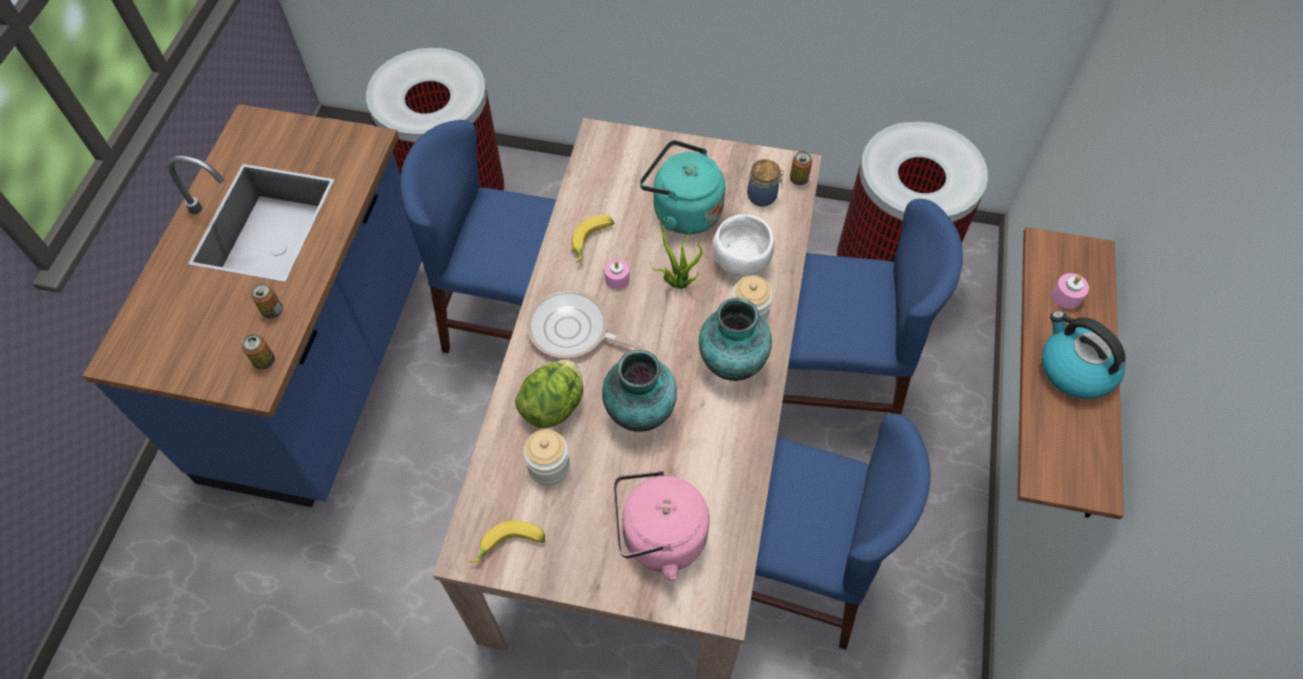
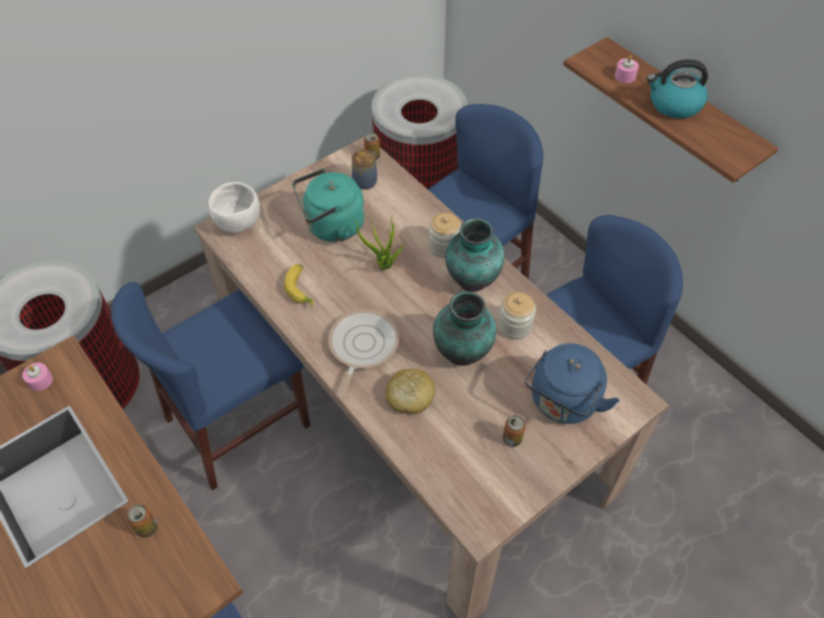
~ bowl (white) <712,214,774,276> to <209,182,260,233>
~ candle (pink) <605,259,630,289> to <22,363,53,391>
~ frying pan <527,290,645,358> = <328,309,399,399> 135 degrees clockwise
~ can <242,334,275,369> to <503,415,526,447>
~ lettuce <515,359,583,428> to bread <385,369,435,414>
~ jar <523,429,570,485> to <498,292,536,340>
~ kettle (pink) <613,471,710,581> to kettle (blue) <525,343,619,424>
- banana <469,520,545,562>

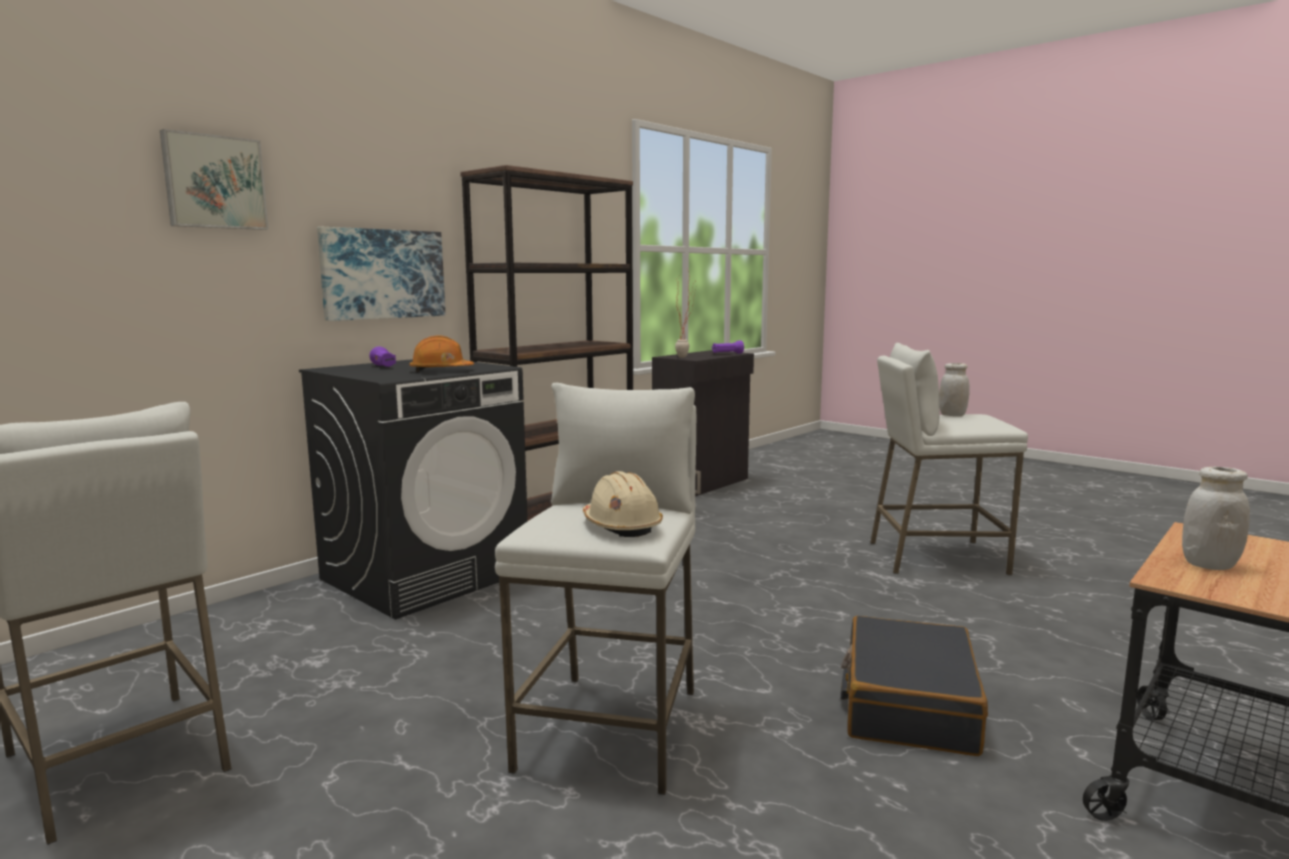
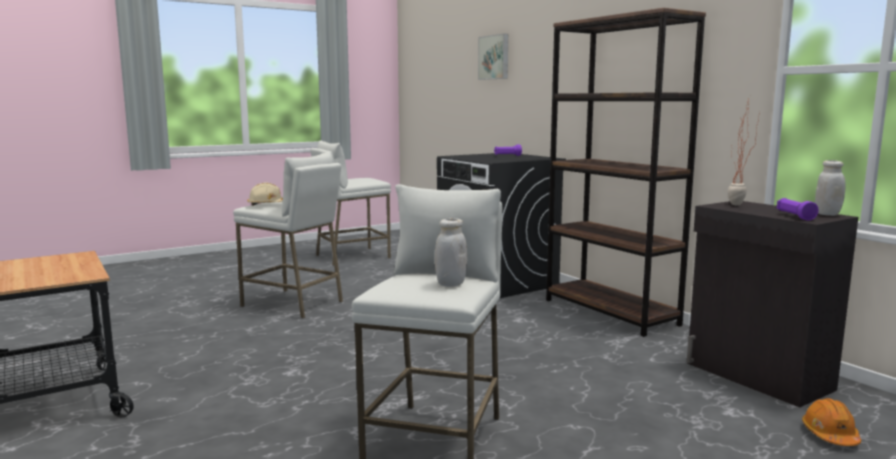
- picture <317,227,445,321>
~ hard hat (orange) <409,336,474,372> to <802,398,861,446>
~ jar (white) <1182,467,1250,570> to <815,160,846,216>
- suitcase (black) <841,616,988,756>

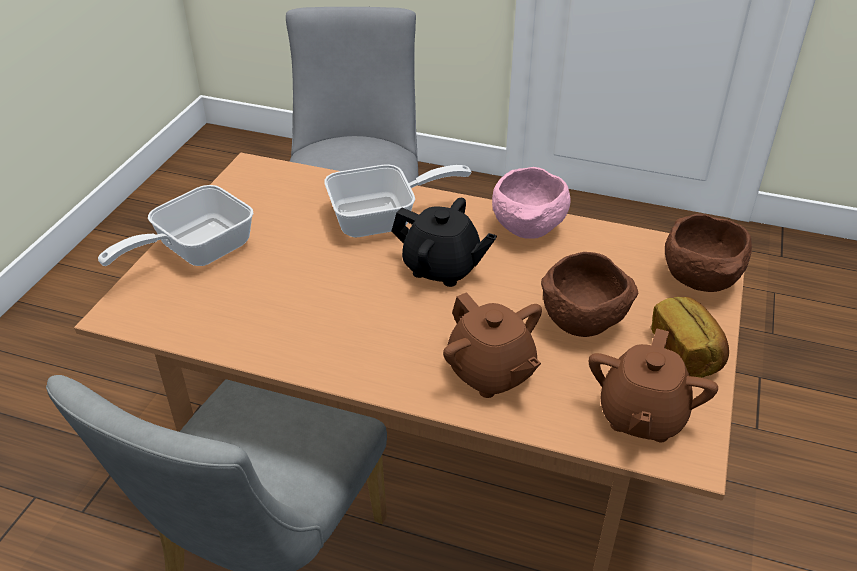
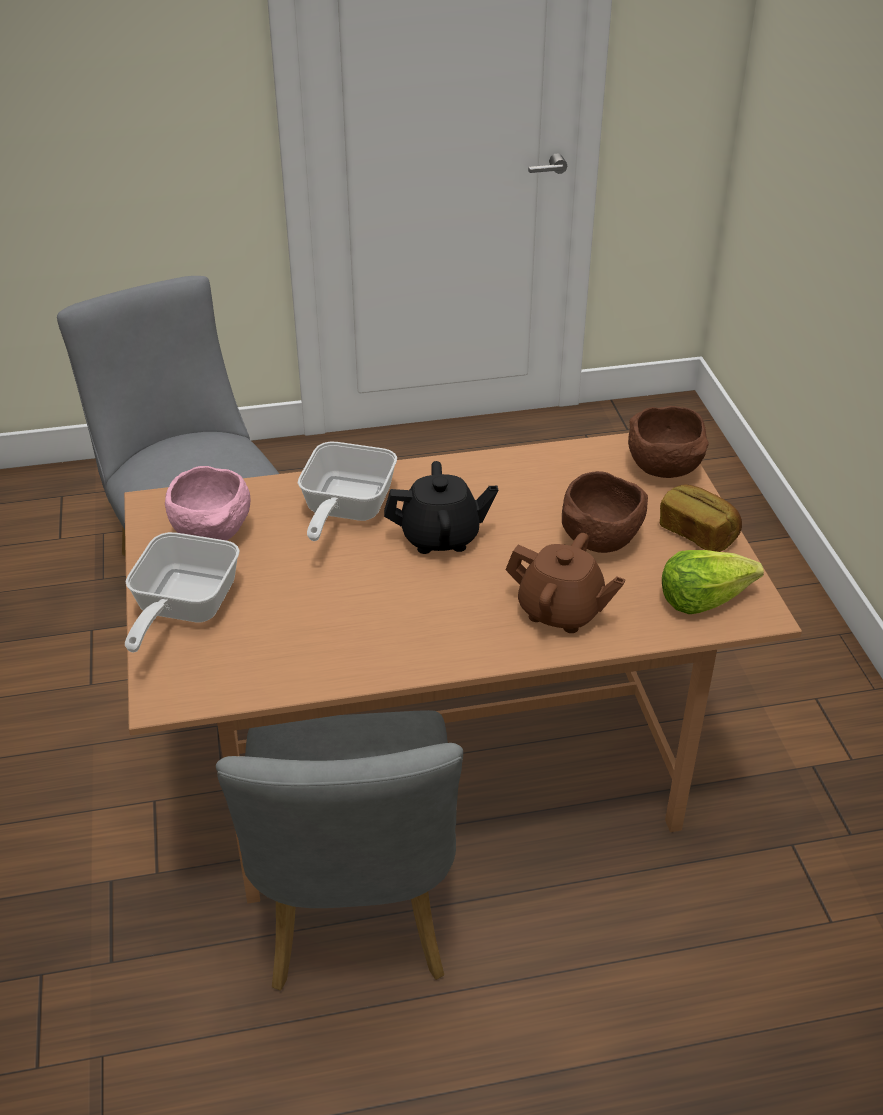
~ frying pan <324,164,471,237> = <298,442,397,541> 150 degrees clockwise
~ bowl (pink) <492,167,570,239> to <165,466,250,541>
~ teapot (brown) <589,328,718,442> to lettuce <662,550,764,614>

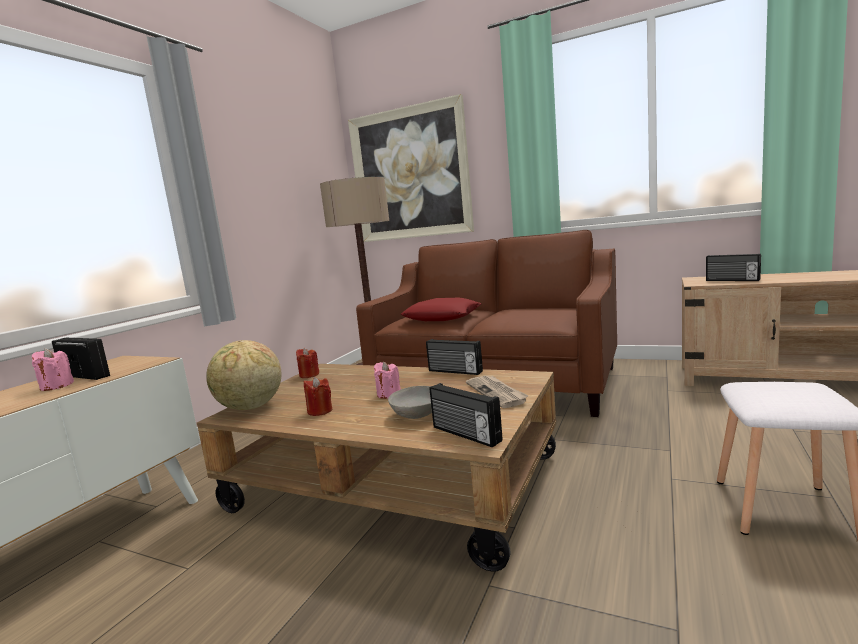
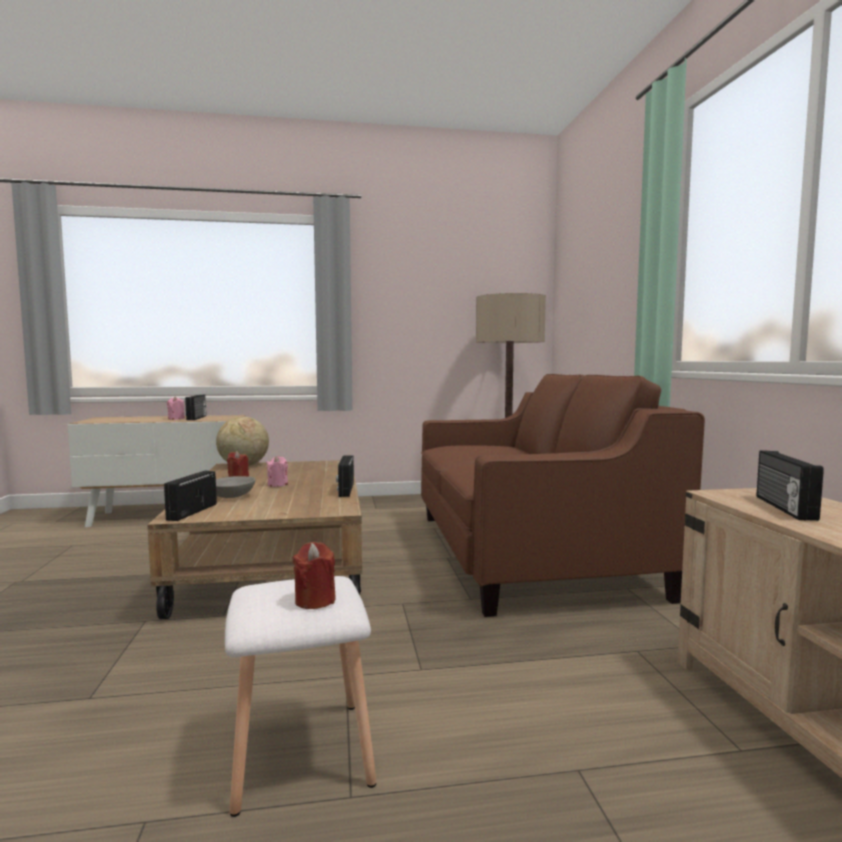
- picture <348,94,474,242>
- pillow (red) <400,298,481,321>
~ candle (red) <296,348,319,378> to <293,542,336,609>
- newspaper <466,376,529,408>

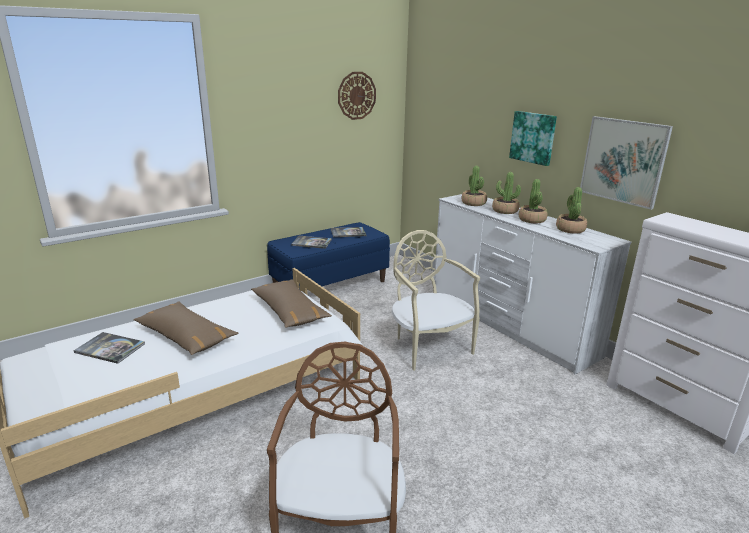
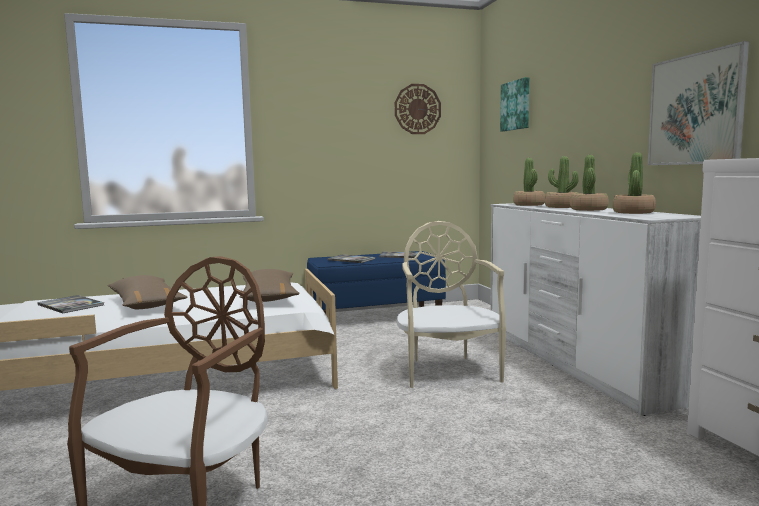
~ picture <509,111,557,166> to <500,77,529,131>

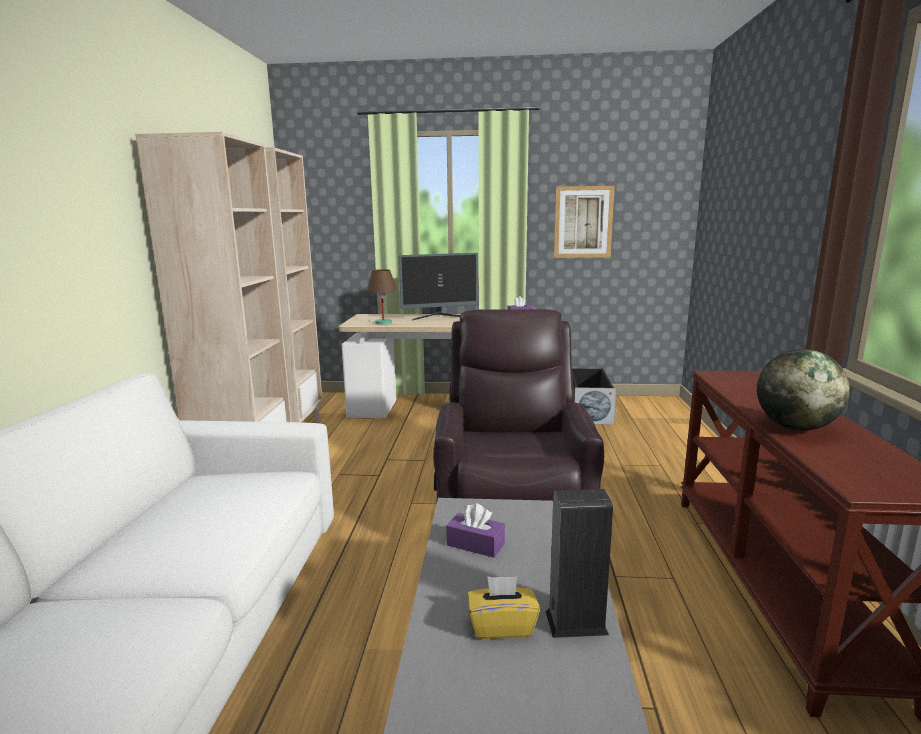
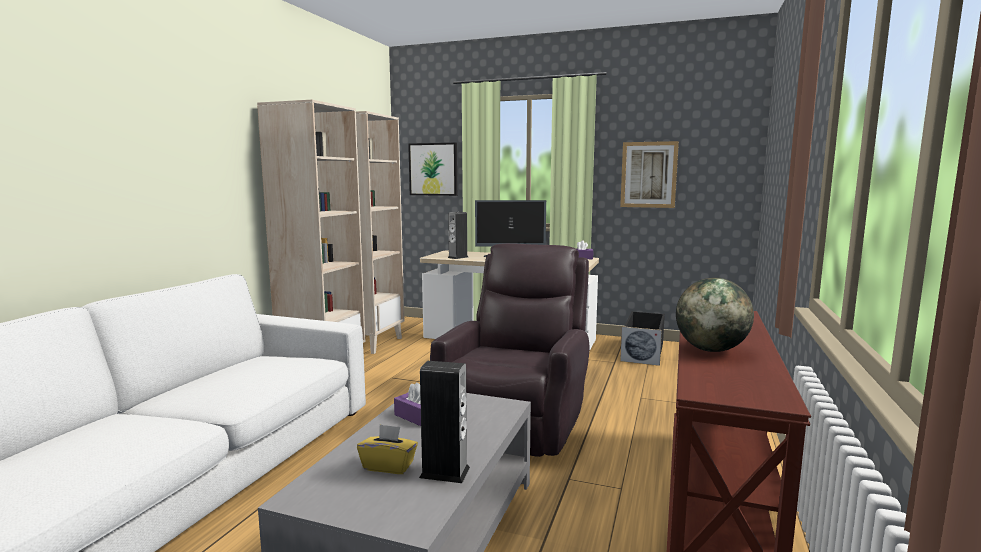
~ table lamp (brown) <367,269,397,325> to speaker <448,212,468,259>
+ picture <408,143,457,196>

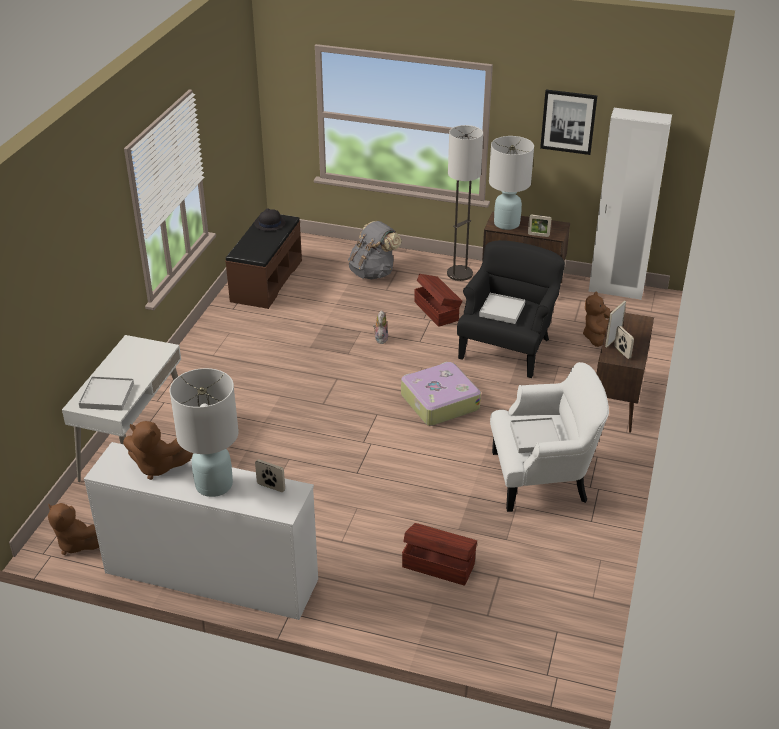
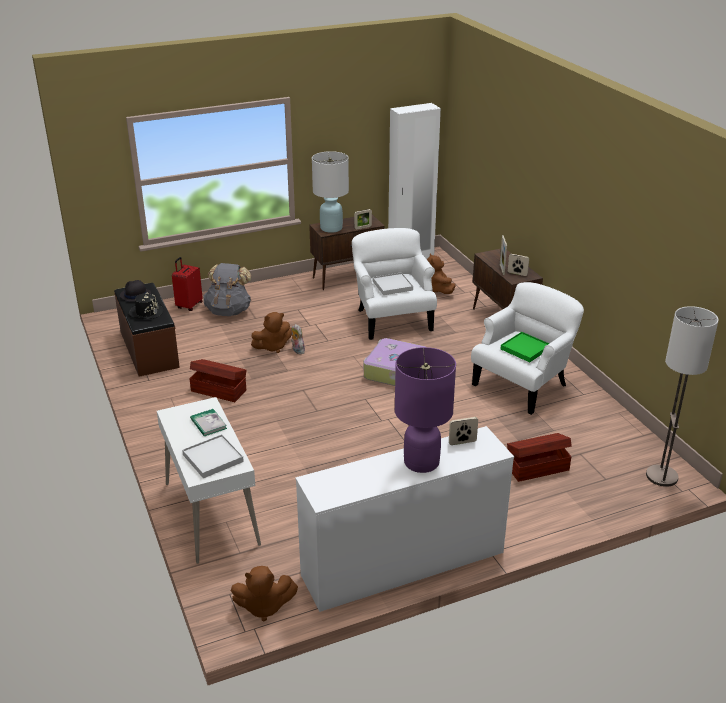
- picture <540,90,597,155>
~ floor lamp <447,125,483,281> to <646,306,719,487>
~ armchair (black) <457,240,565,378> to armchair (white) <352,228,437,340>
~ storage box (brown) <414,274,462,327> to <189,359,247,402>
~ table lamp (white) <170,368,239,497> to table lamp (purple) <394,347,456,473>
~ tray (white) <510,417,560,453> to tray (green) <501,332,549,362>
~ plush toy (brown) <123,421,193,480> to <251,312,292,353>
+ suitcase (red) <172,257,203,311>
+ hat (black) <129,293,164,319>
+ book <190,409,227,437>

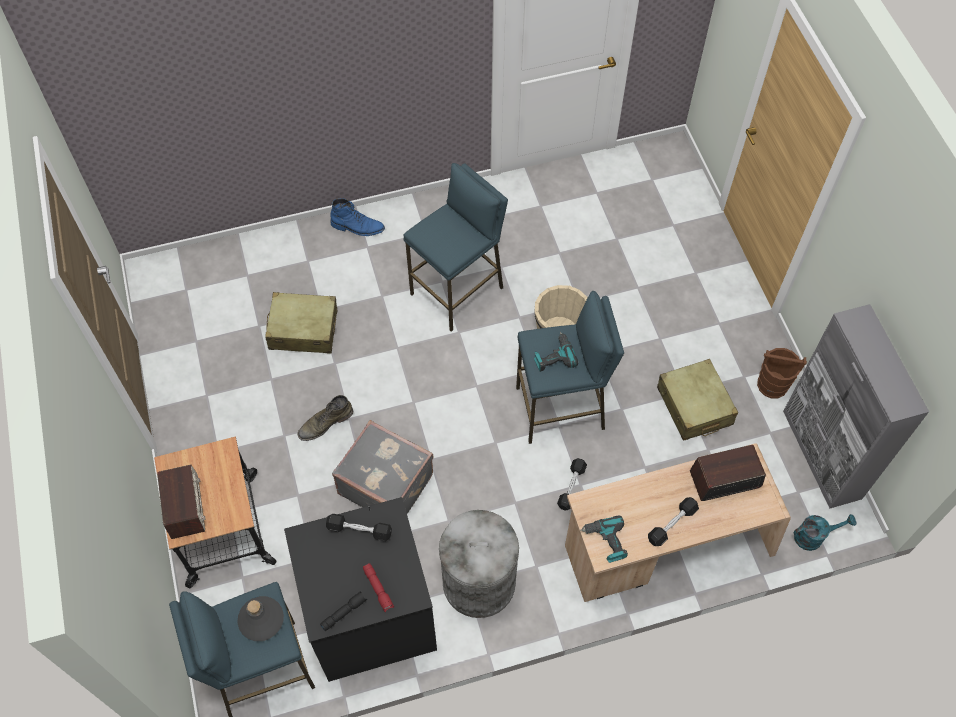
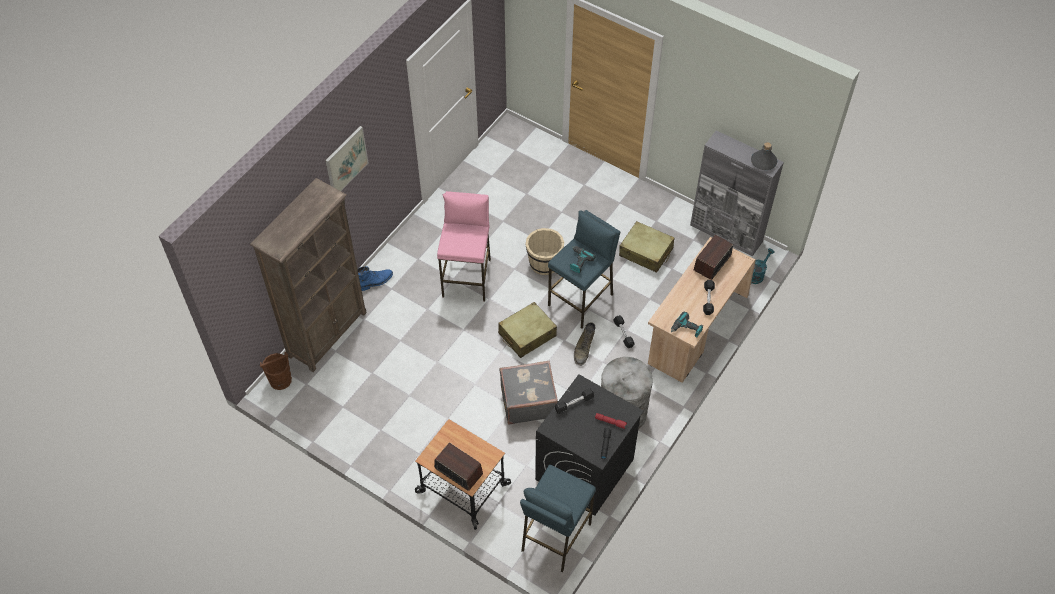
~ stool (blue) <403,163,508,332> to stool (pink) <437,191,491,301>
~ suitcase (beige) <265,292,337,354> to <498,302,557,358>
~ bucket (brown) <757,348,807,398> to <260,352,292,390>
~ boot (green) <297,395,353,441> to <574,322,596,366>
~ bottle (grey) <237,596,284,641> to <751,142,777,170>
+ picture <325,126,369,191>
+ bookcase (brown) <250,178,367,372>

